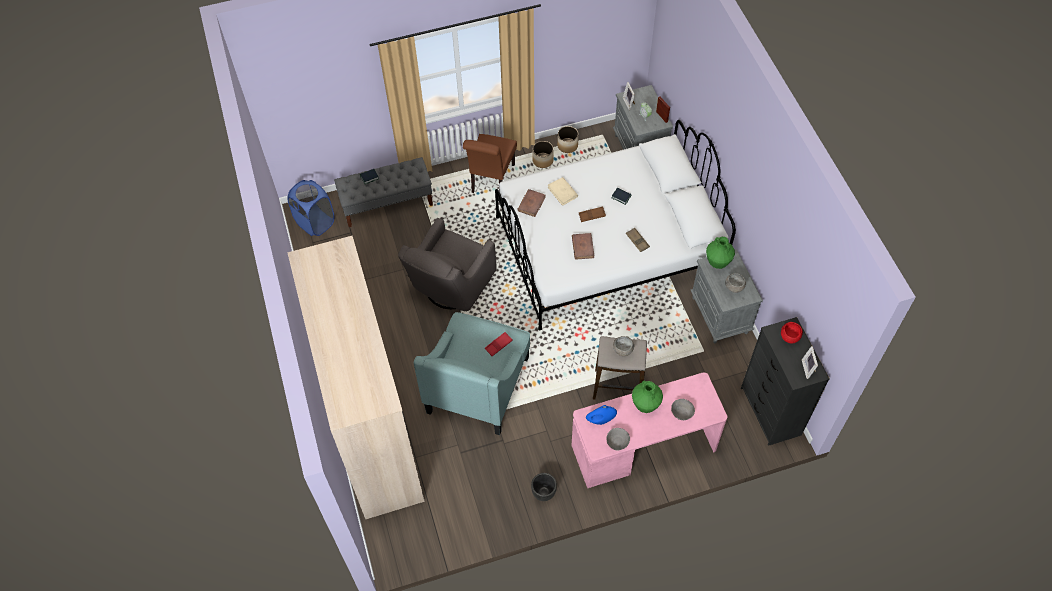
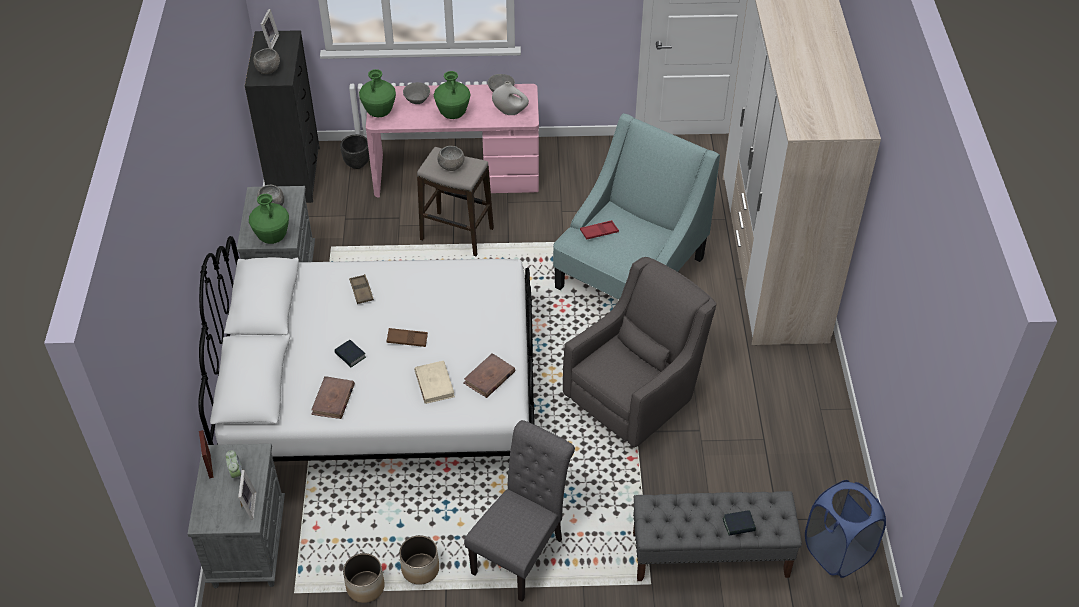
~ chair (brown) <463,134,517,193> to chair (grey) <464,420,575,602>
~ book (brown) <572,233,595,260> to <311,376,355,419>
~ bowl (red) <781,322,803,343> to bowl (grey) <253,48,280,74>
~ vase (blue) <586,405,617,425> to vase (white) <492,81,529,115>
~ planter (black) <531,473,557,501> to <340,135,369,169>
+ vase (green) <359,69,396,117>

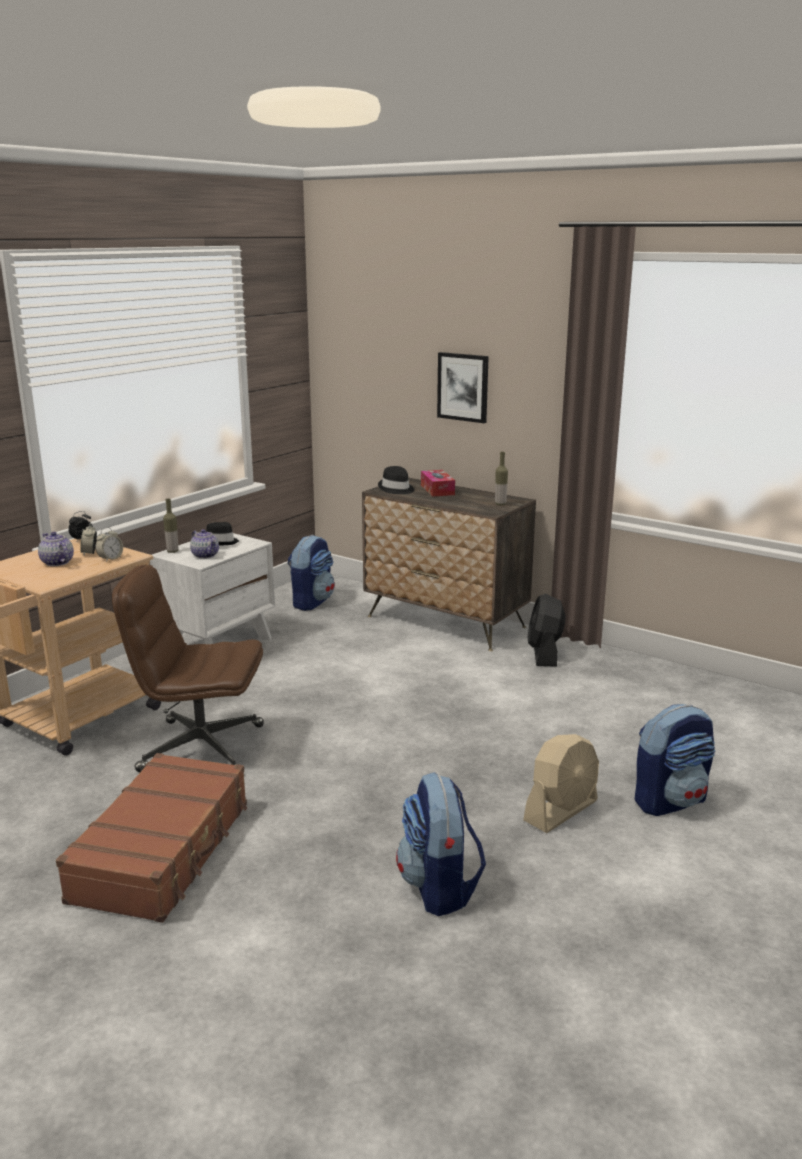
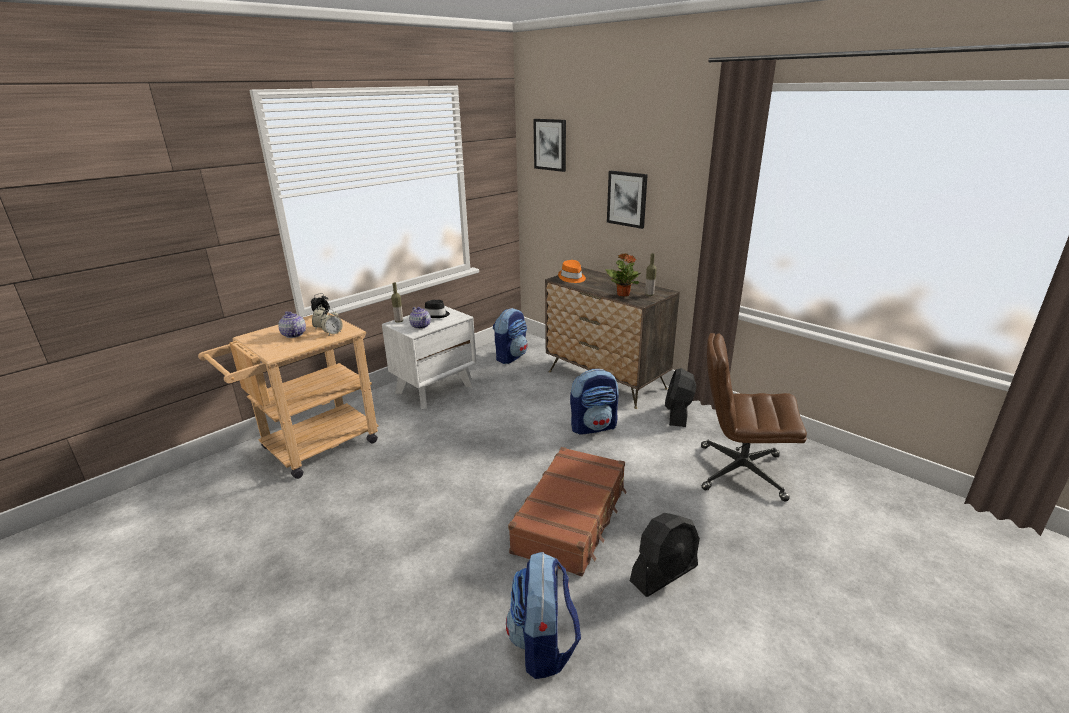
~ hat (black) <378,466,415,494> to hat (orange) <558,260,586,283>
- tissue box <421,470,455,497>
~ office chair (brown) <112,565,264,772> to <701,333,807,502>
~ backpack <635,704,715,816> to <570,369,619,435>
~ fan (beige) <523,734,599,833> to fan (black) <630,513,700,597>
~ suitcase (brown) <56,753,247,923> to <508,447,627,576>
+ picture <533,119,566,172>
+ potted plant <606,253,640,297>

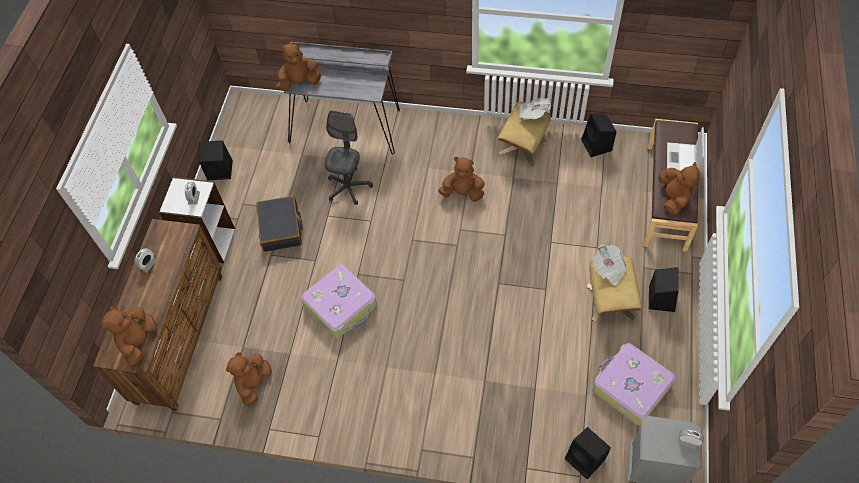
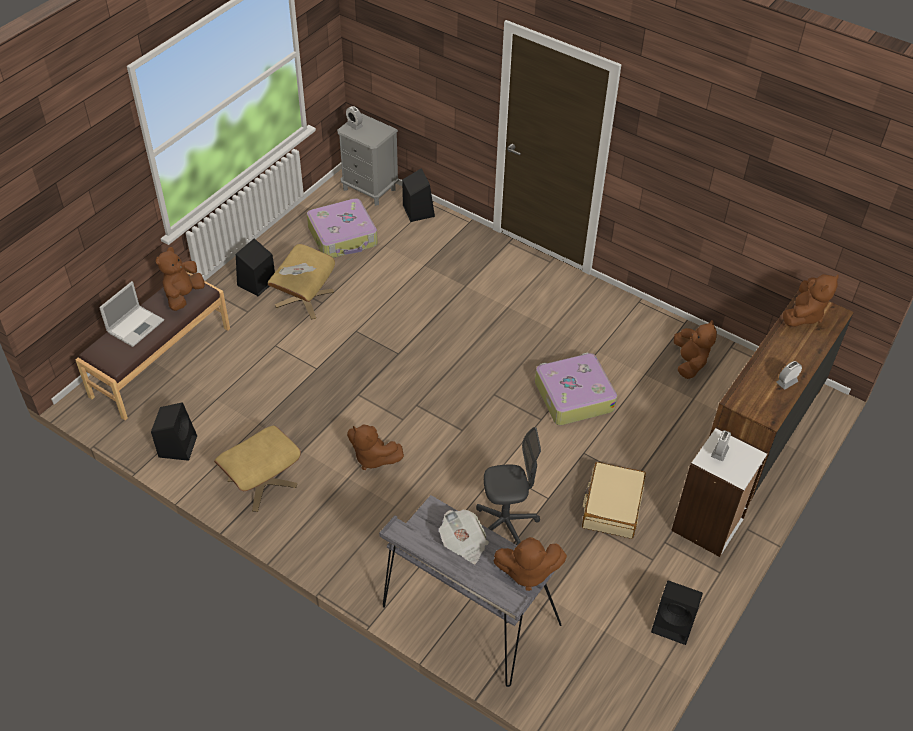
~ newspaper <519,98,551,119> to <439,510,489,565>
~ office chair (grey) <324,110,373,205> = <476,427,541,546> 135 degrees counterclockwise
~ suitcase (black) <256,196,303,252> to suitcase (beige) <582,462,646,539>
~ plush toy (brown) <226,352,272,406> = <674,320,717,379> 45 degrees counterclockwise

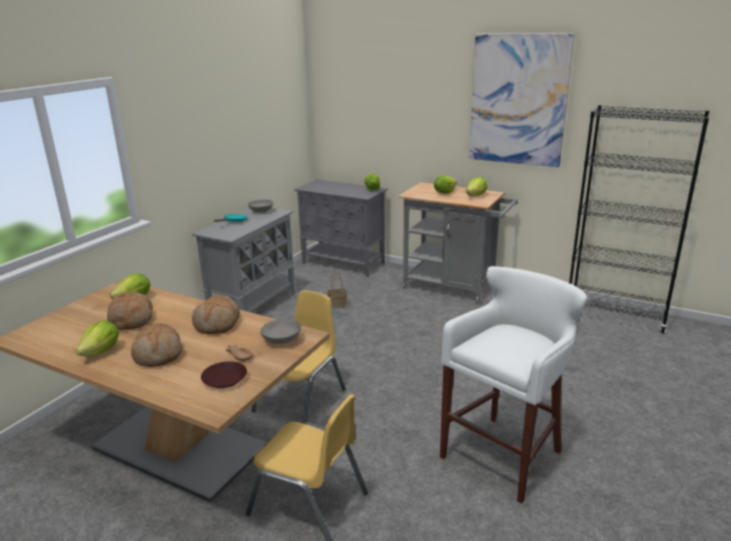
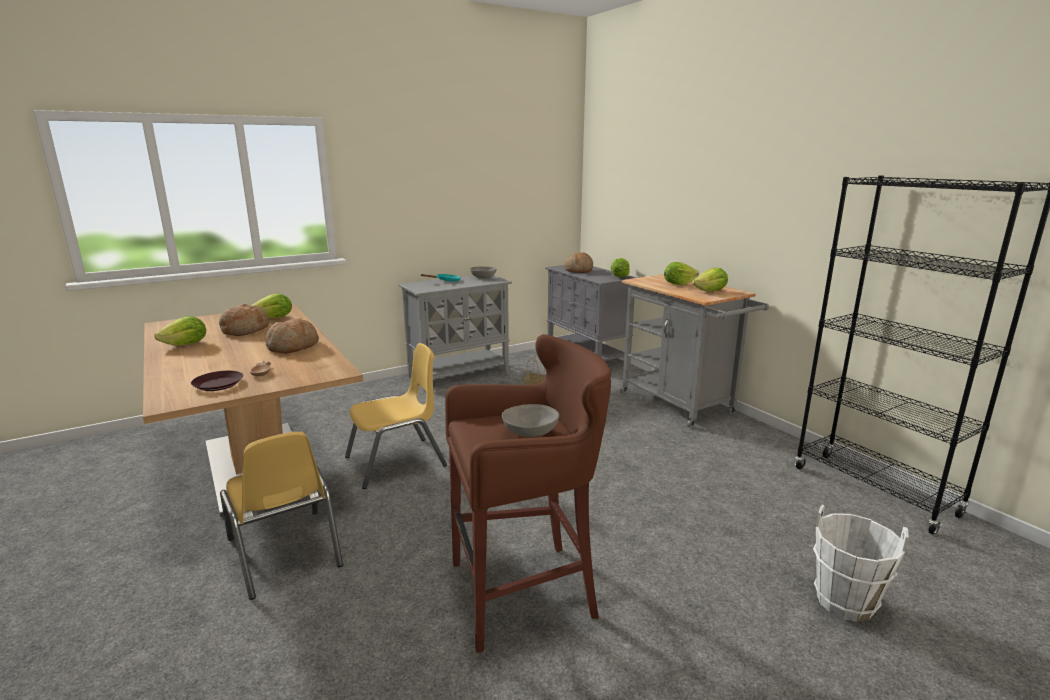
- picture <469,33,575,167>
~ stool (white) <440,266,587,504> to stool (brown) <445,334,611,653>
~ bowl (grey) <260,318,301,344> to <502,404,559,437>
~ bread <131,323,182,367> to <565,253,593,273>
+ bucket (white) <813,505,909,622>

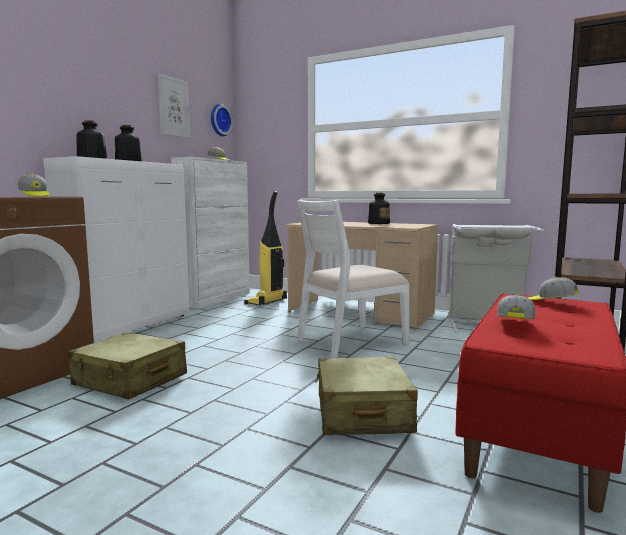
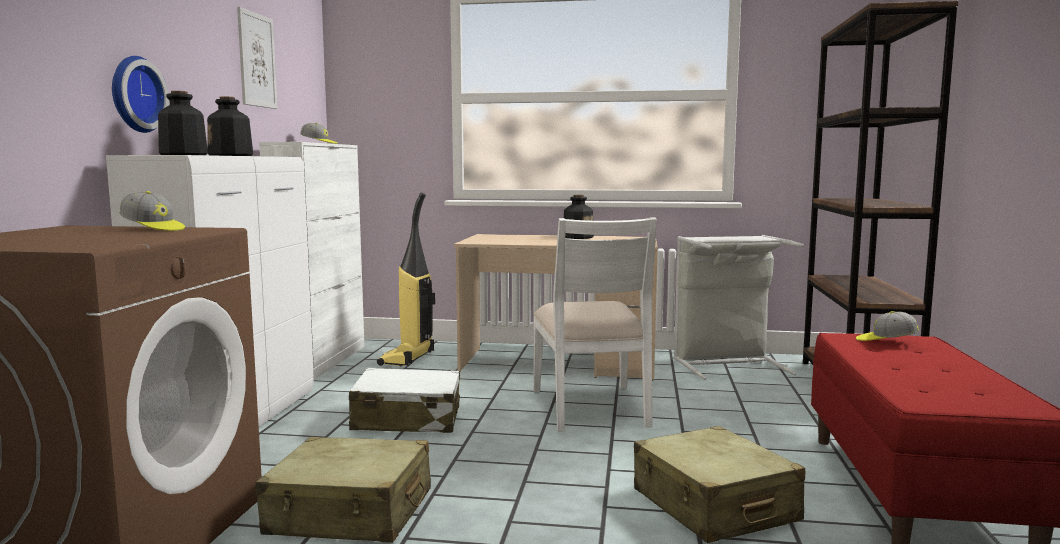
~ wall clock <211,104,233,136> to <112,56,169,133>
~ chair (white) <297,199,410,358> = <533,217,657,432> 45 degrees counterclockwise
- cap <497,294,536,319>
+ suitcase (white) <349,368,460,433>

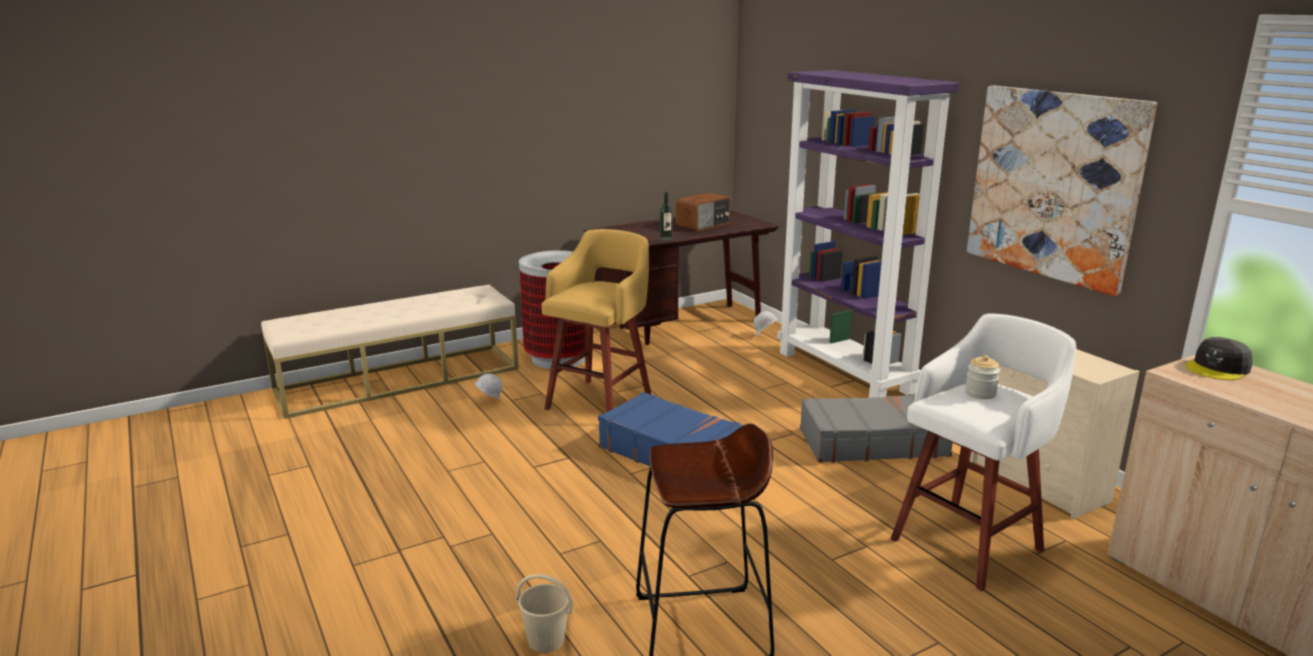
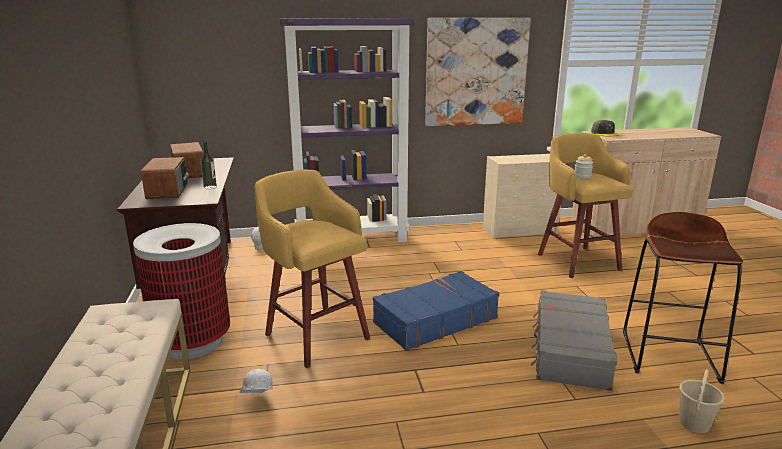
~ stool (white) <891,314,1077,591> to stool (yellow) <538,133,633,278>
~ suitcase (grey) <800,394,953,463> to <531,290,617,391>
+ radio <141,157,189,199>

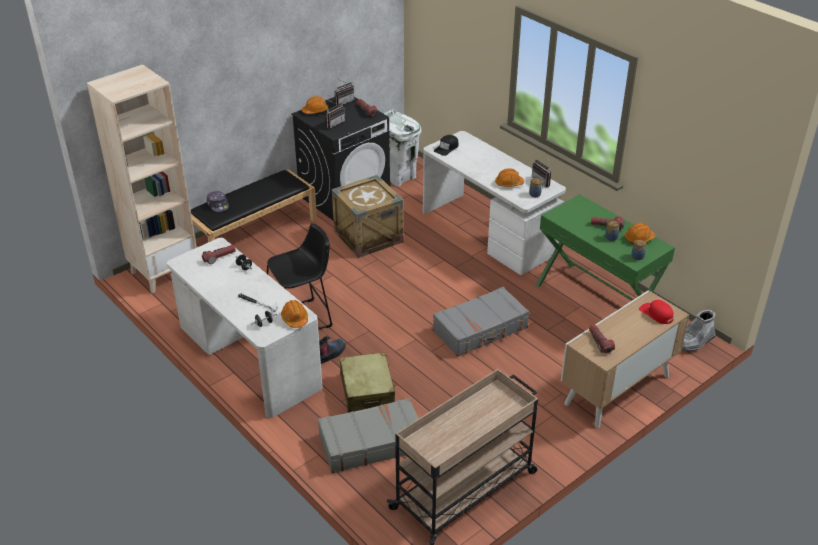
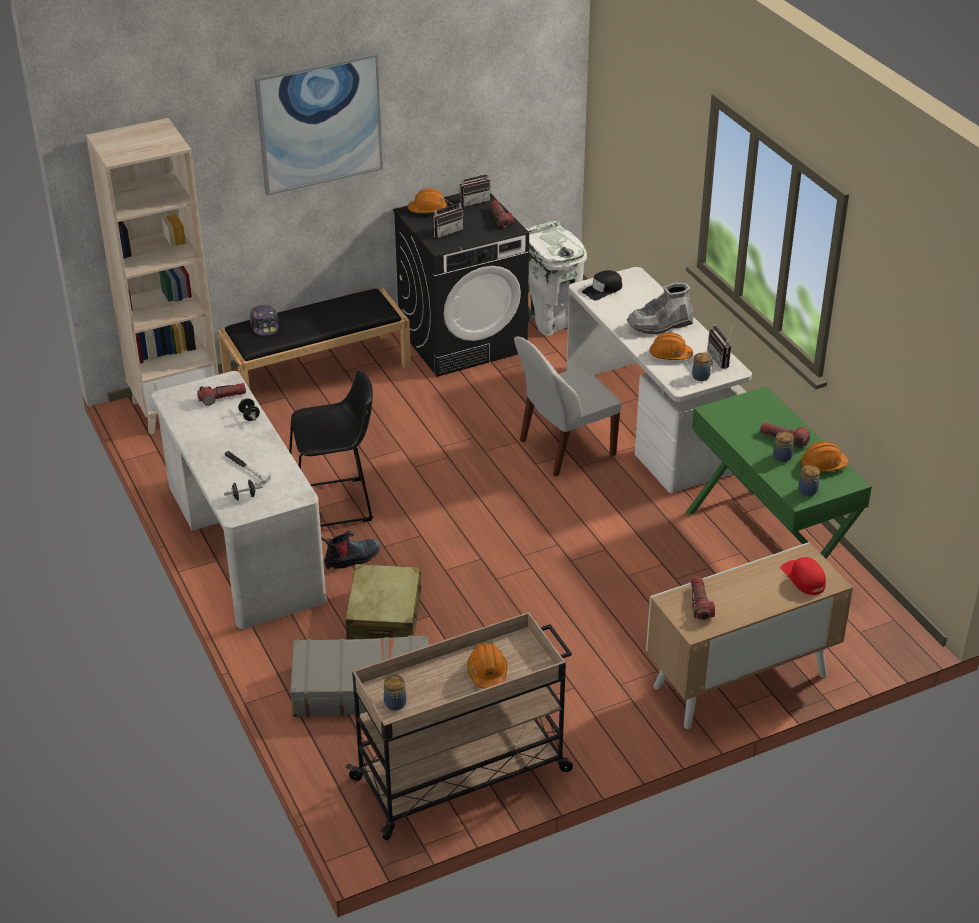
- crate <332,175,403,258>
- suitcase (grey) <433,287,529,357>
~ hard hat (orange) <281,300,308,328> to <467,643,508,689>
~ boot (grey) <681,310,716,352> to <627,283,694,334>
+ picture <254,53,383,195>
+ chair (white) <514,336,621,477>
+ jar <384,675,406,710>

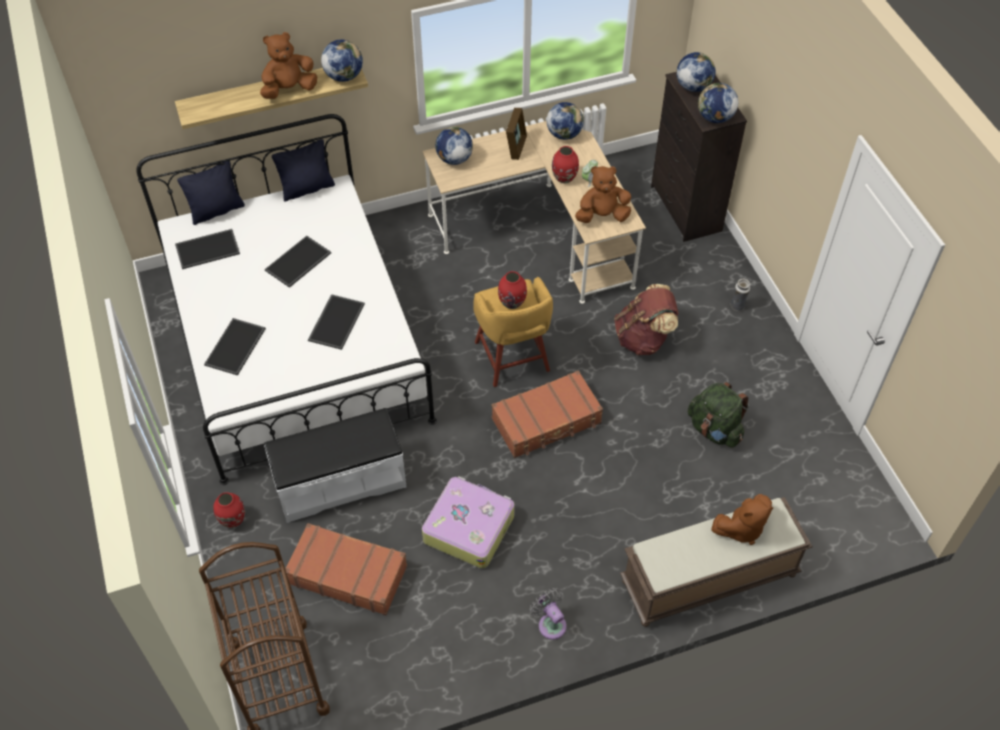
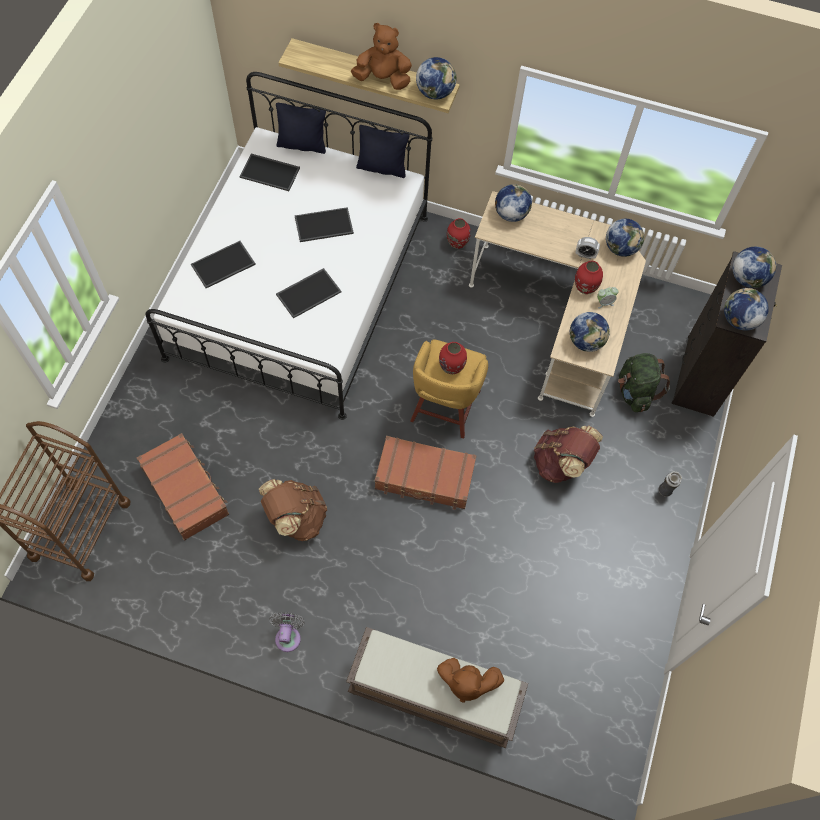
- picture frame <506,108,527,160>
~ plush toy (brown) <575,166,631,223> to globe <570,312,610,352>
~ backpack (green) <688,382,749,448> to <618,353,670,412>
- bench (white) <264,408,406,523>
~ suitcase <422,476,515,568> to backpack (brown) <259,479,327,541>
~ vase (red) <213,492,245,528> to <447,218,471,249>
+ alarm clock <576,237,600,259>

